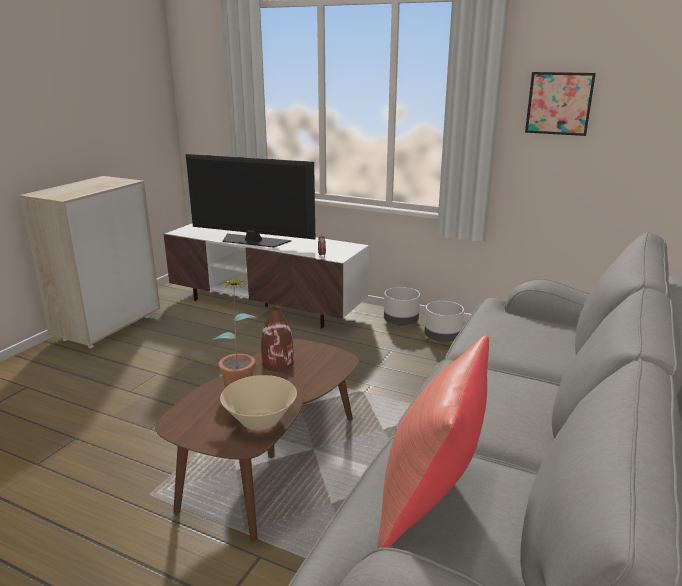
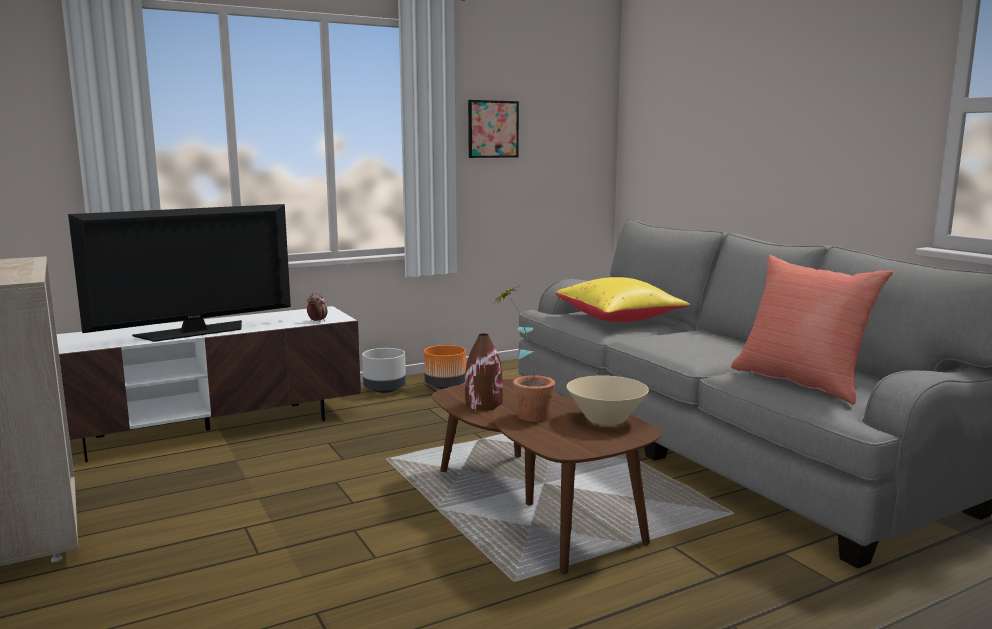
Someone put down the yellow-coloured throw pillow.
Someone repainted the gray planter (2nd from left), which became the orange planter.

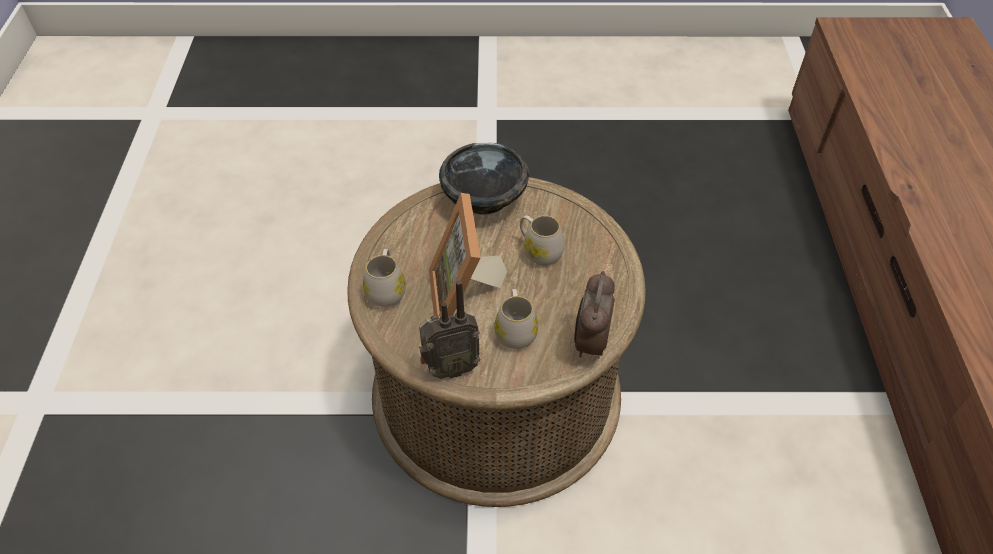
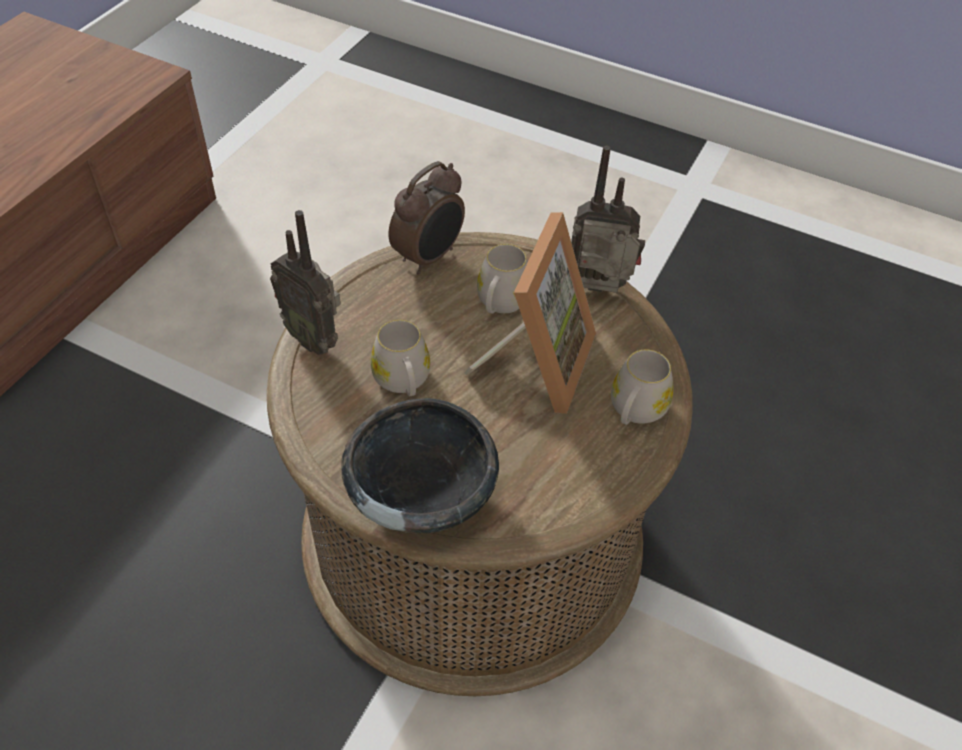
Someone put down the radio (1st from left).

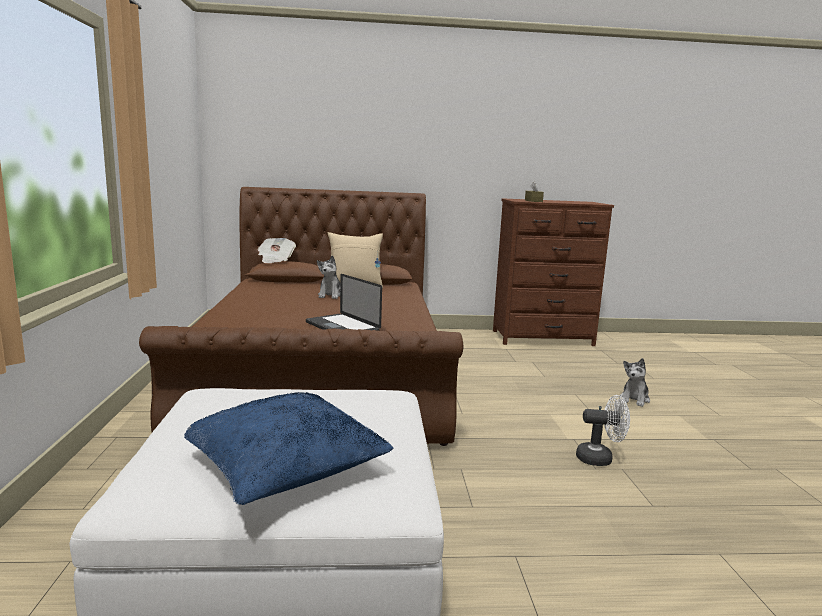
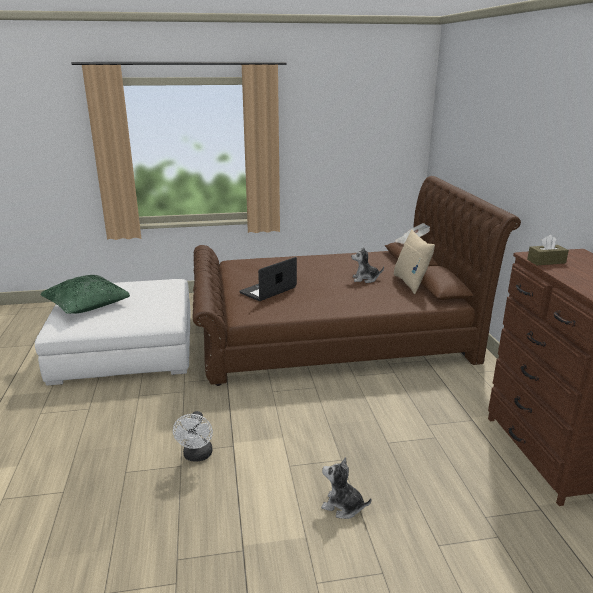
Someone repainted the blue throw pillow, which became the green throw pillow.

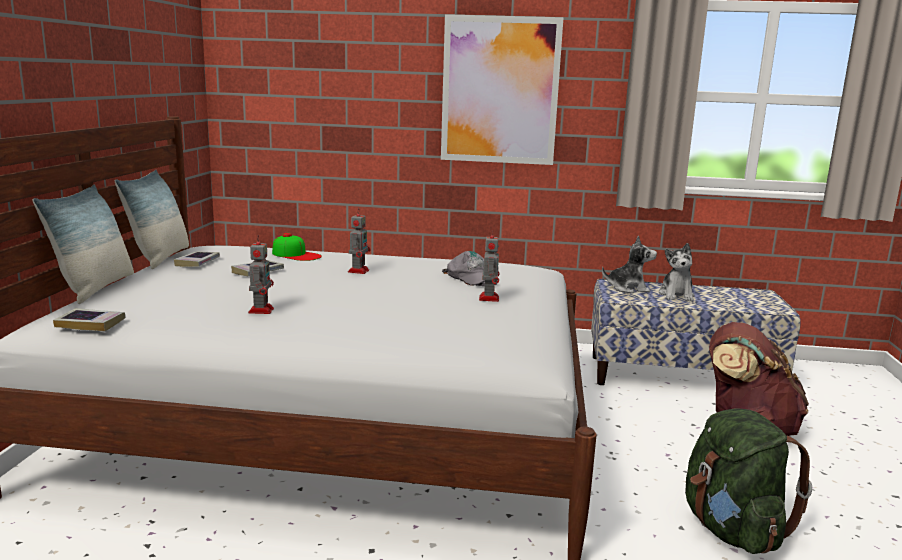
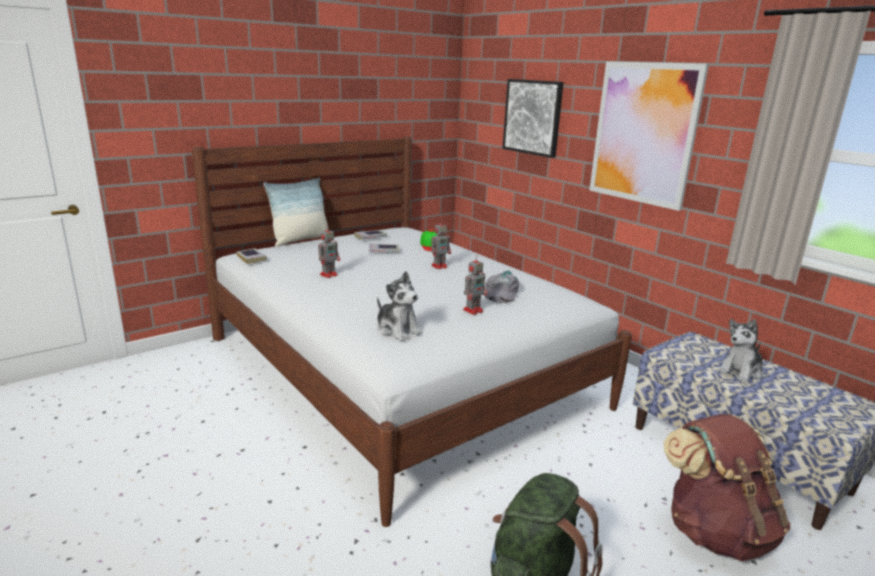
Someone took away the throw pillow (2nd from left).
Someone put up the wall picture (1st from left).
Someone carried the plush toy (1st from left).

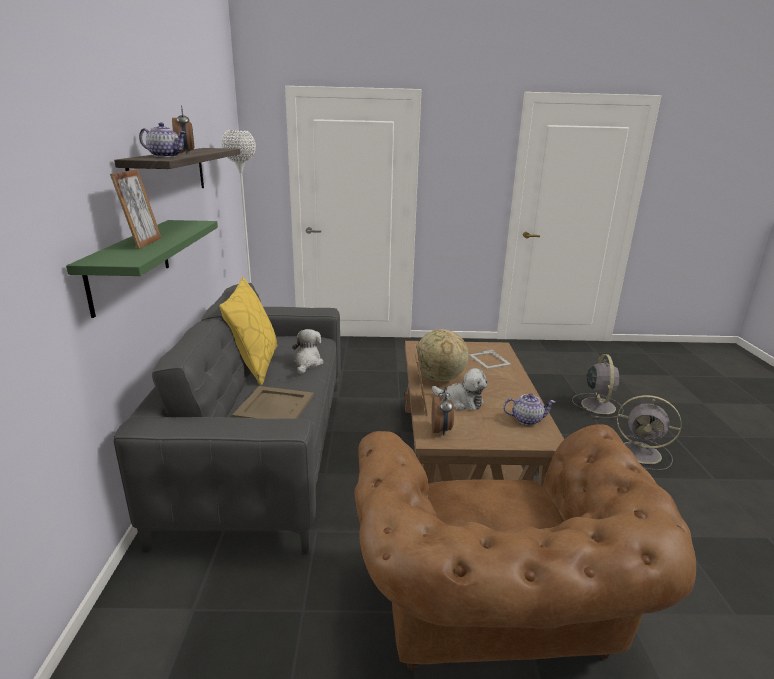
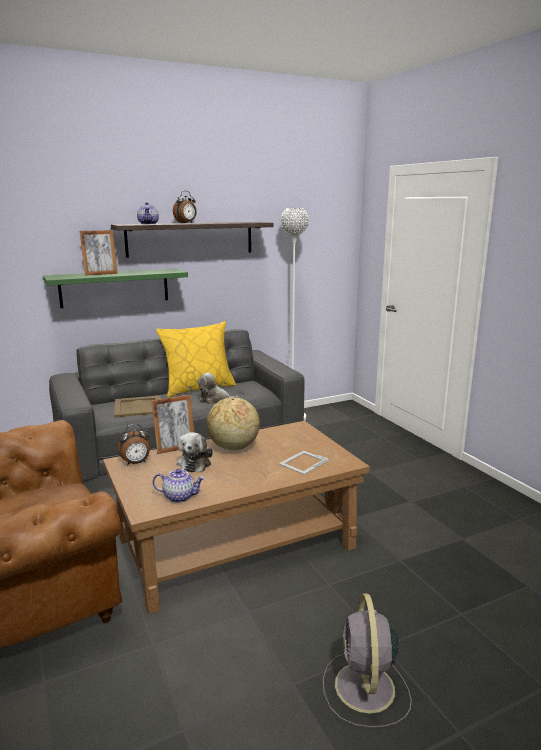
Someone took away the gray fan (1st from left).
Someone rotated the plush toy (1st from left in the first image) by 150 degrees counterclockwise.
Someone rotated the teapot (2nd from left) by 60 degrees counterclockwise.

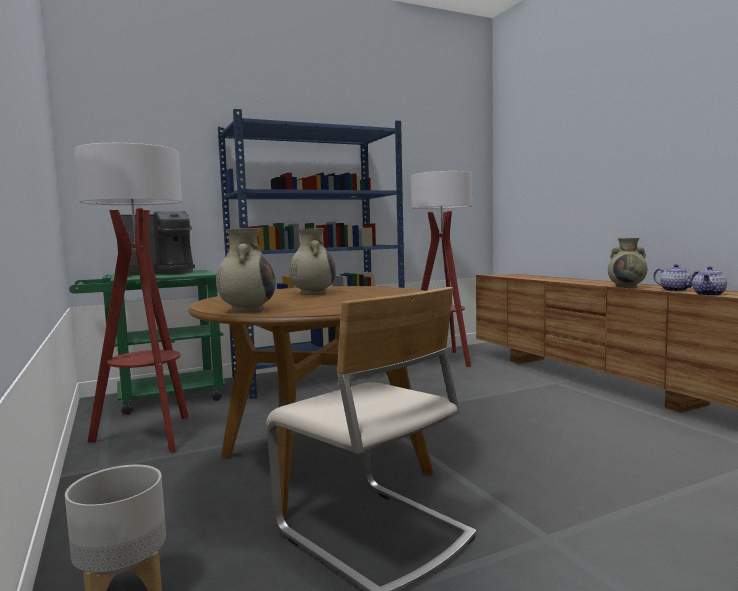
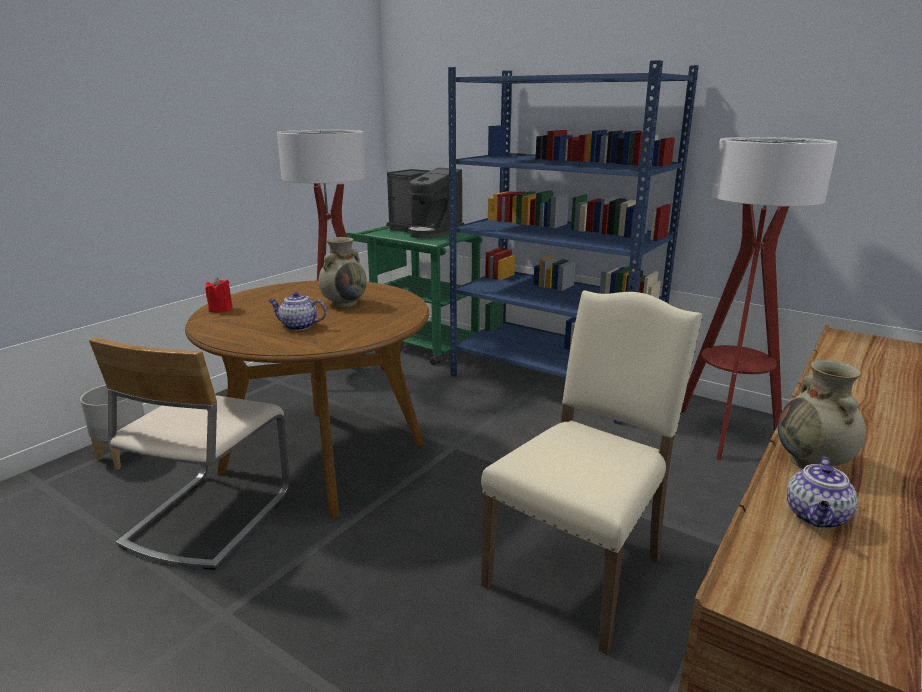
Someone put down the sand-coloured chair (2nd from left).
Someone carried the teapot (2nd from left in the first image).
Someone swapped the sand-coloured decorative vase (1st from left) for the reddish wax candle.

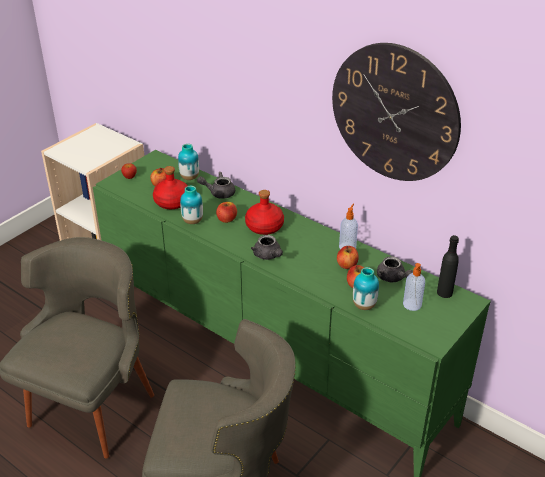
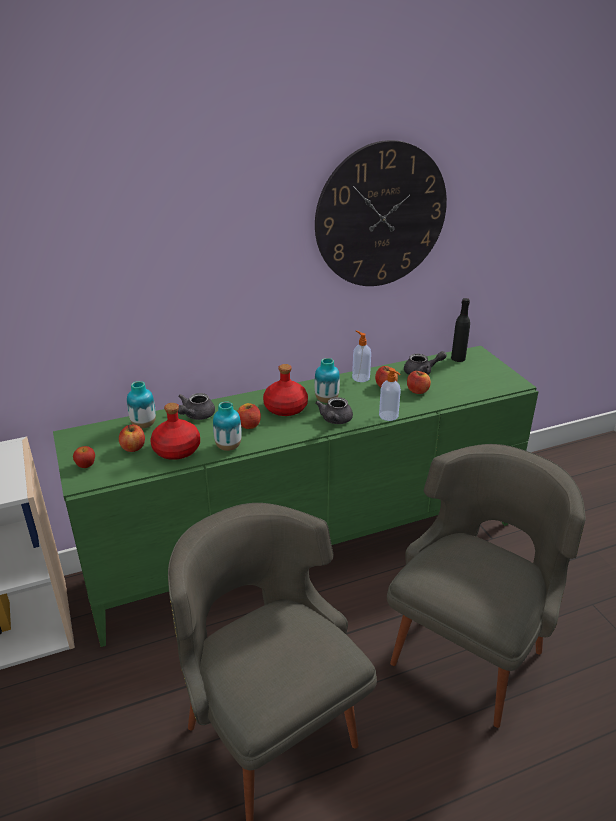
Someone carried the decorative vase (3rd from left).
Someone carried the liquid soap bottle (2nd from left).
Someone rotated the gray teapot (2nd from left) by 105 degrees clockwise.

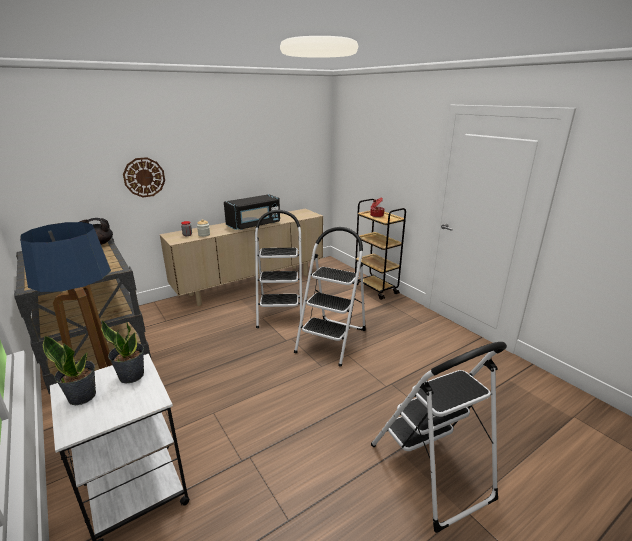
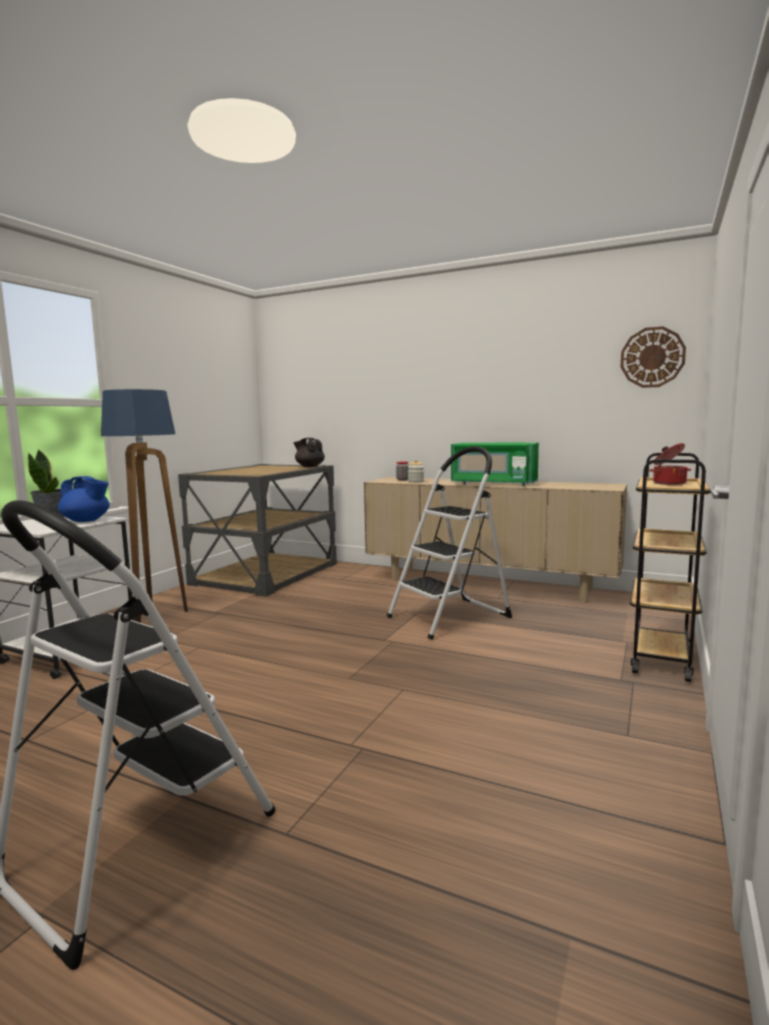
Someone took away the step ladder (2nd from left).
Someone carried the hanging clock.
Someone swapped the houseplant (2nd from left) for the blue teapot.
Someone repainted the black microwave, which became the green microwave.

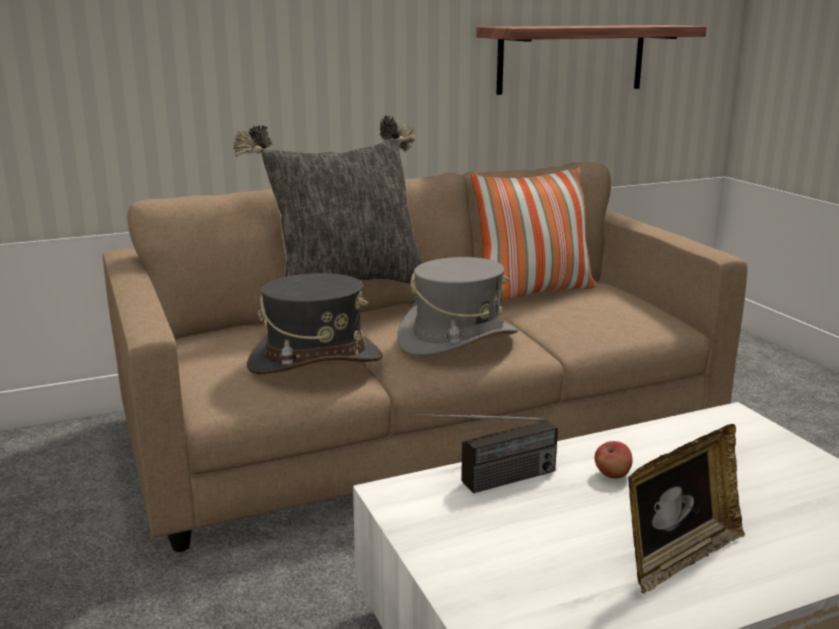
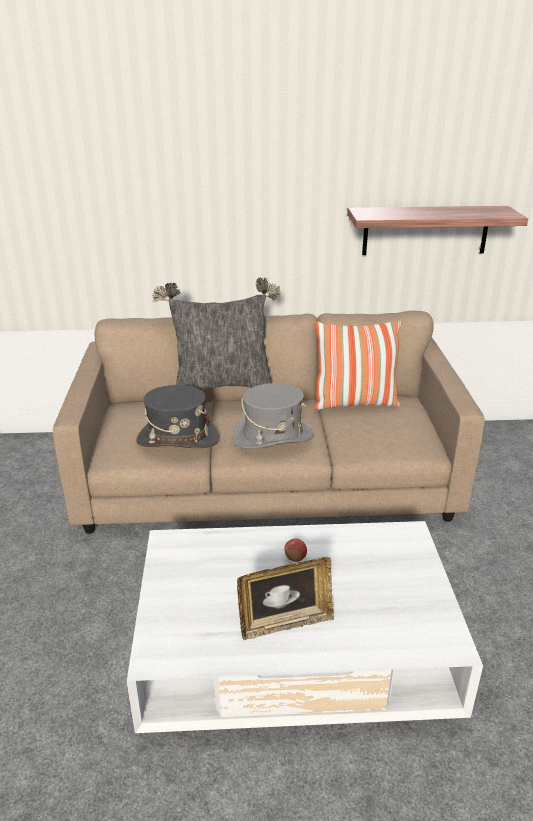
Someone took away the radio.

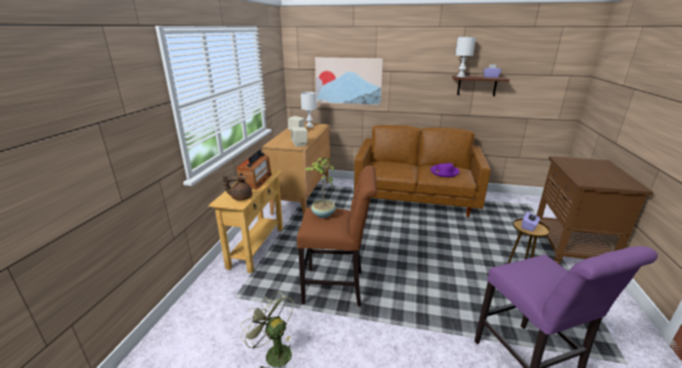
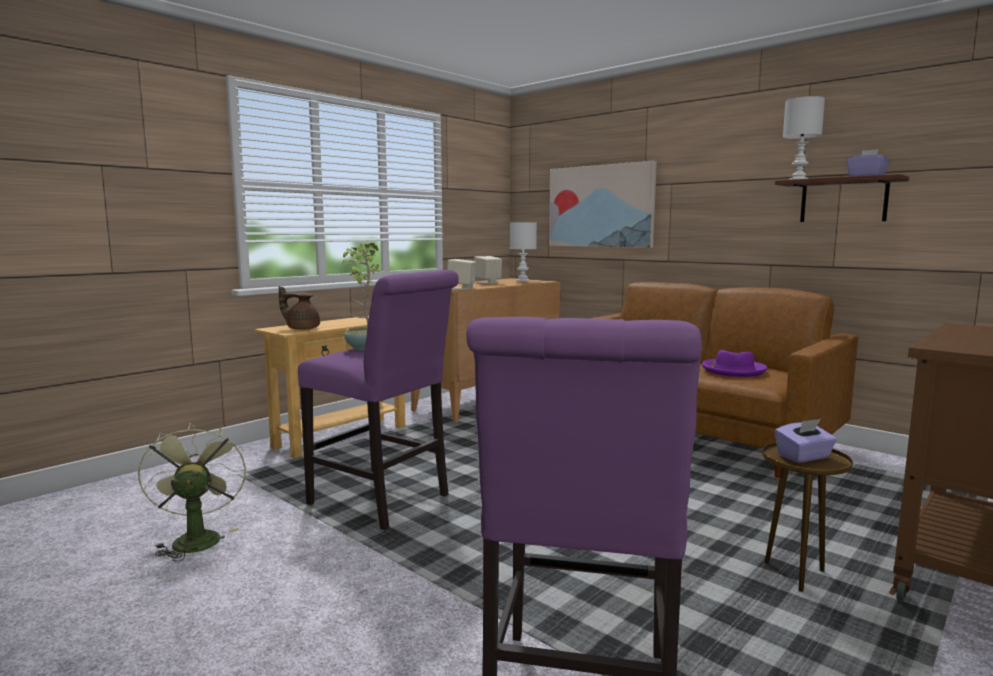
Someone took away the radio.
Someone repainted the brown stool seat, which became the purple-coloured stool seat (1st from left).

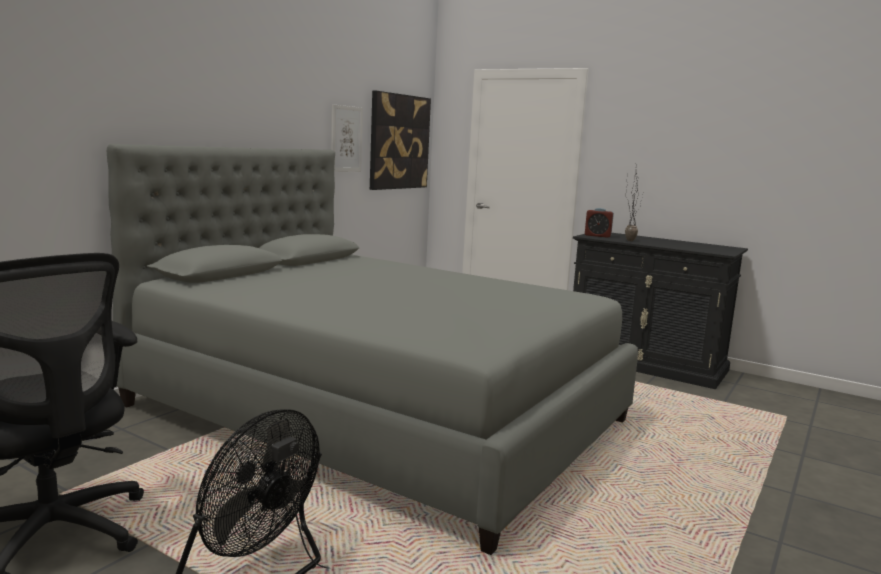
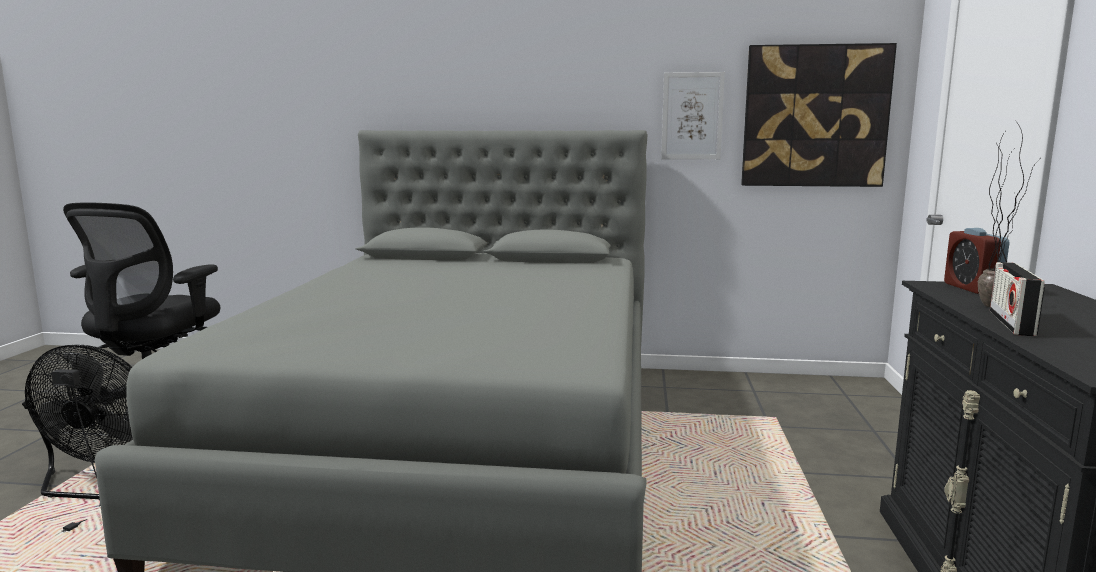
Someone put down the radio.

